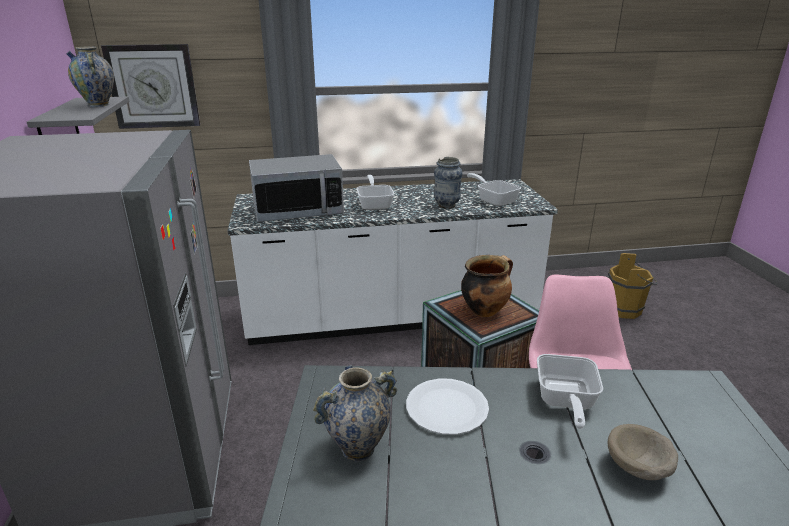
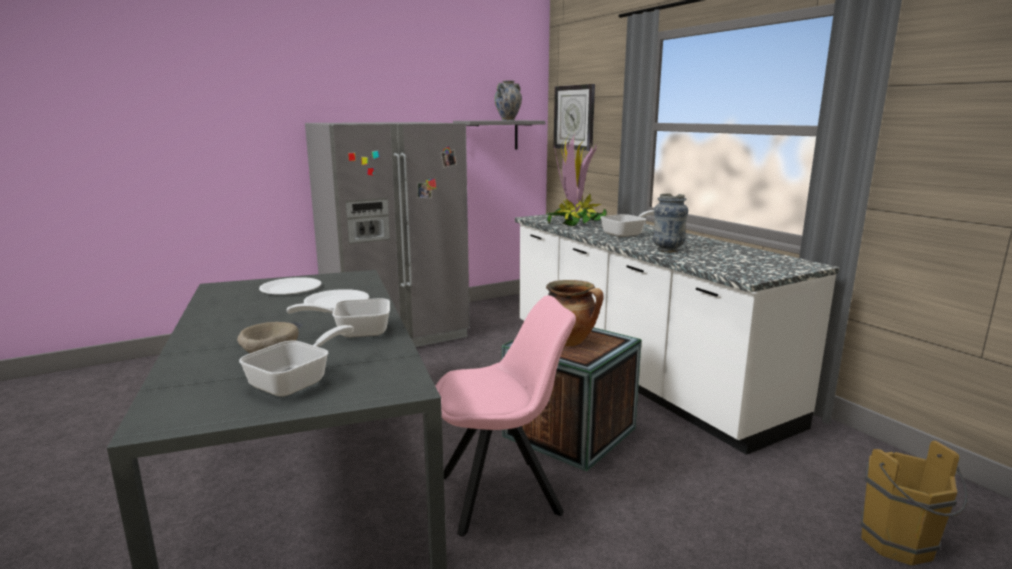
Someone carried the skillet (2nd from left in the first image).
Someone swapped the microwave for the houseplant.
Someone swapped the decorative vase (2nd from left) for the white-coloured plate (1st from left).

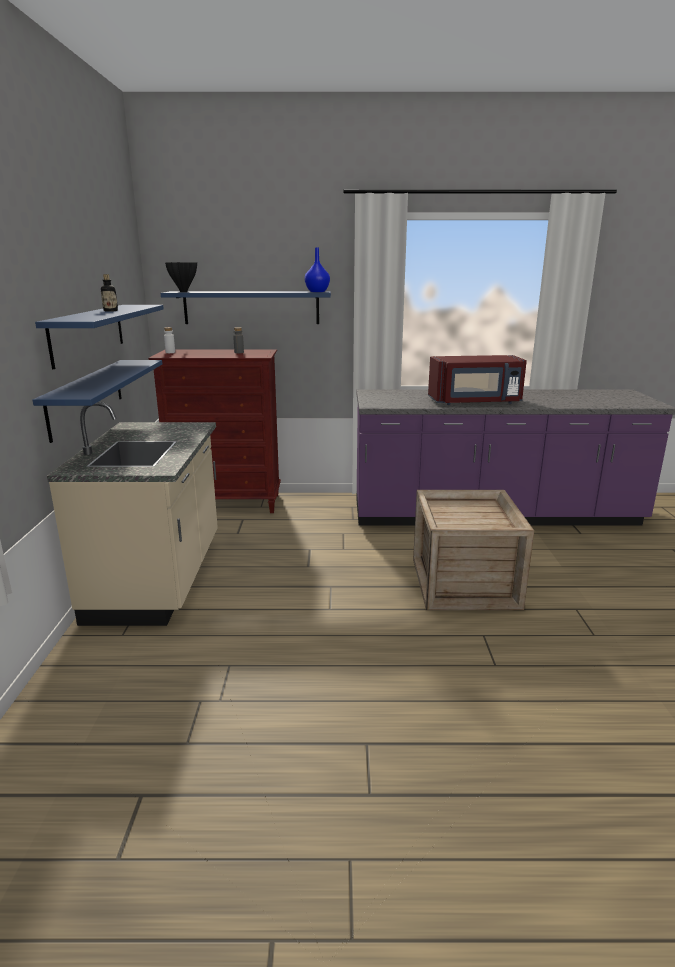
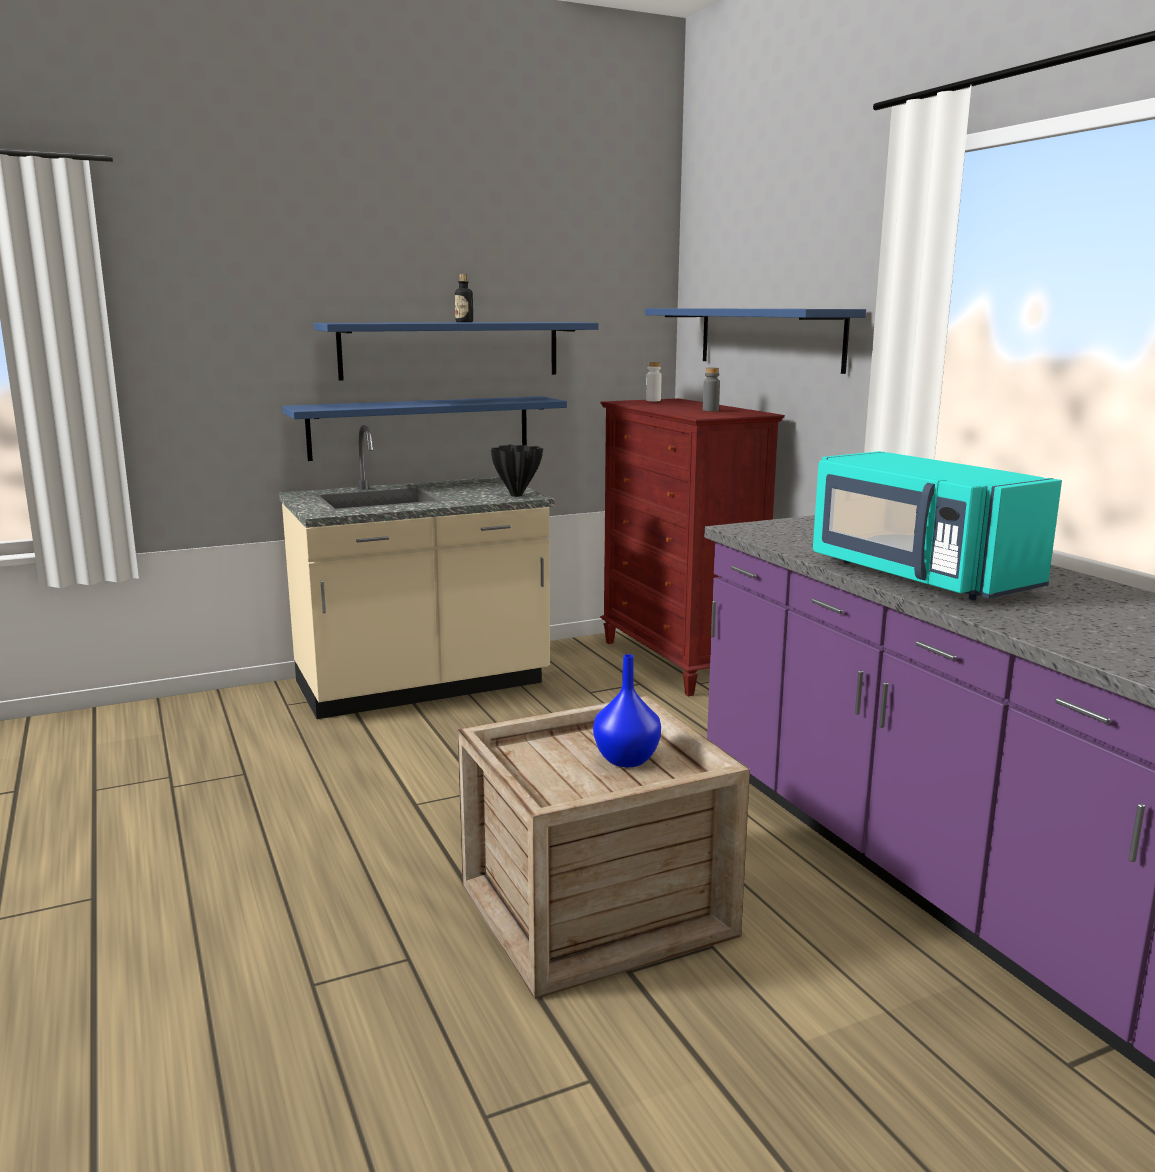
Someone carried the black decorative vase.
Someone carried the blue decorative vase.
Someone repainted the reddish microwave, which became the blue-green microwave.

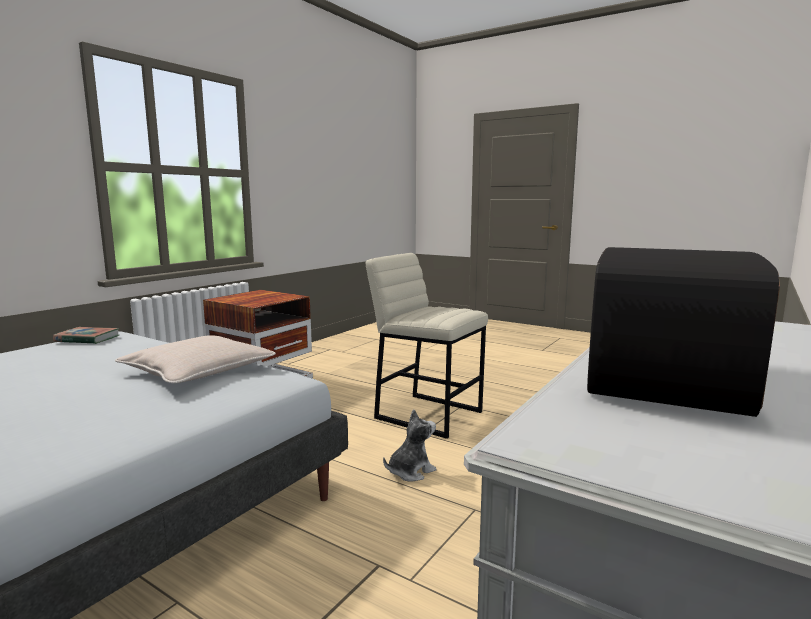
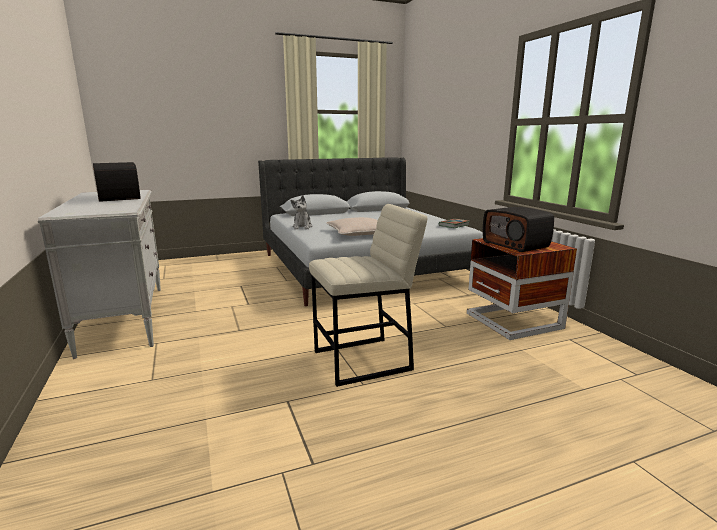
Someone put down the radio (2nd from left).
Someone carried the plush toy.

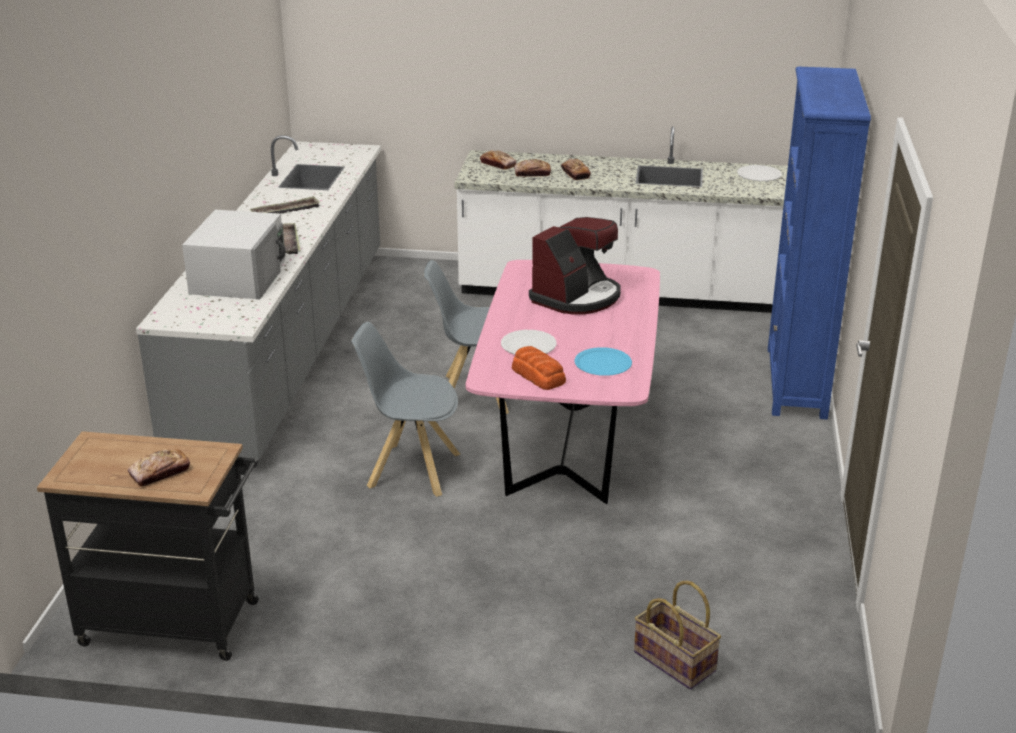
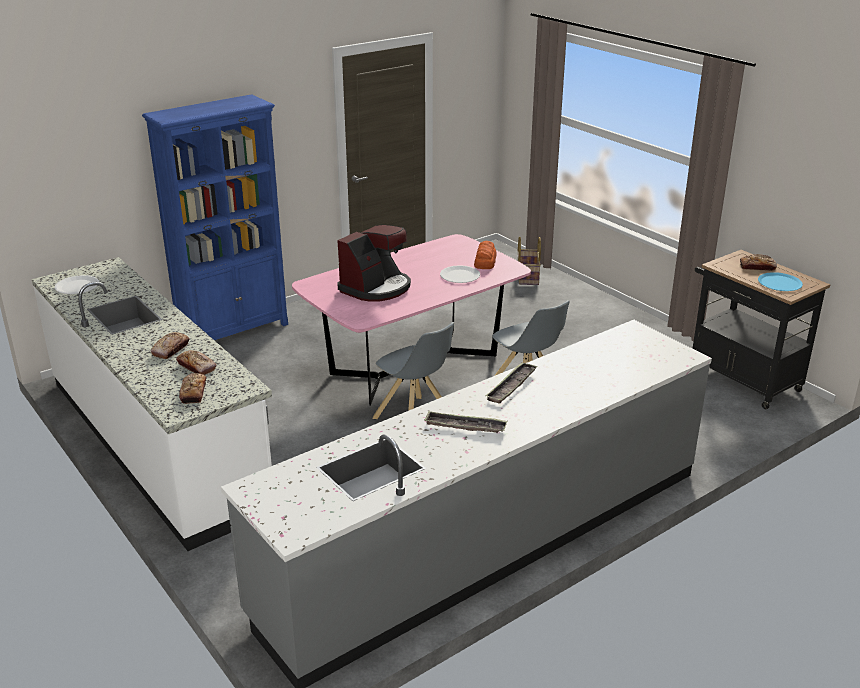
Someone took away the white-coloured microwave.
Someone carried the blue plate.
Someone rotated the coffee machine by 135 degrees clockwise.

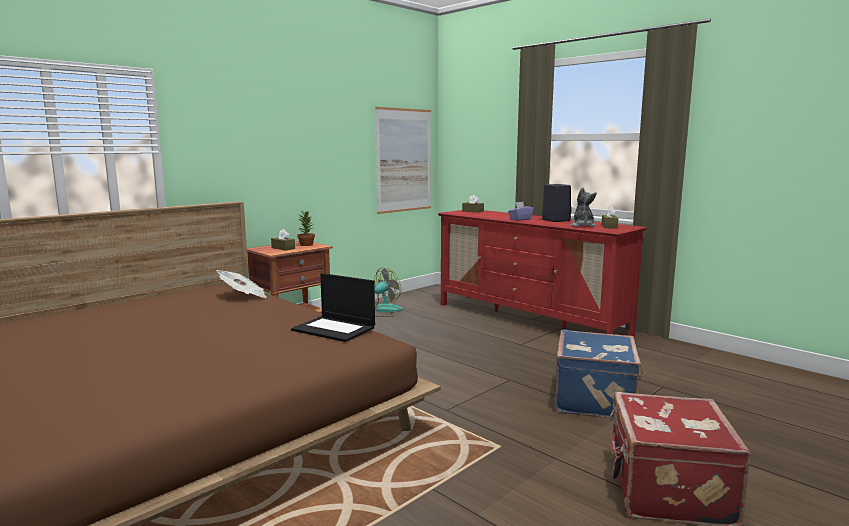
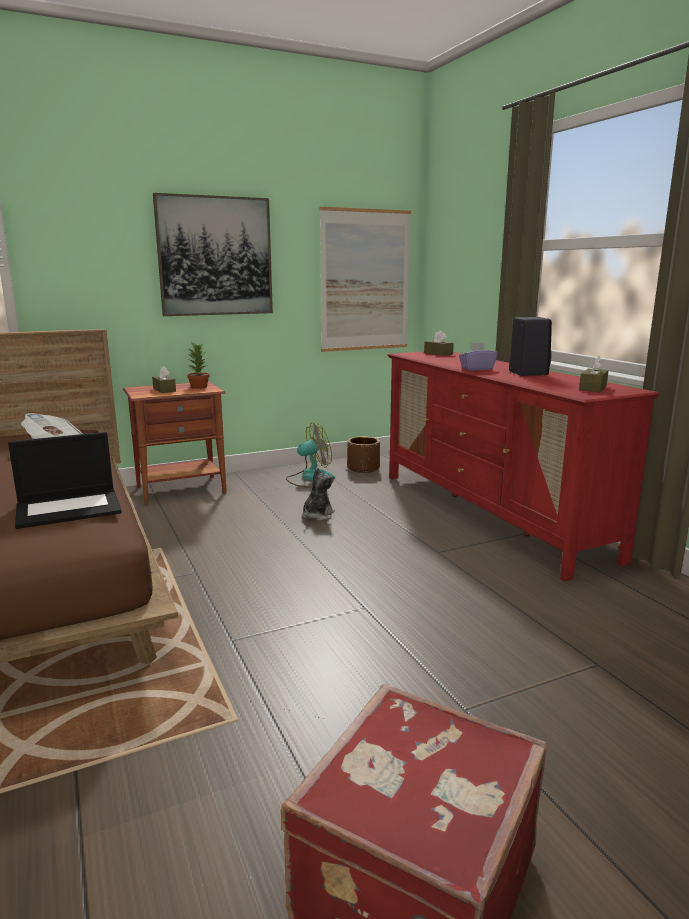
Someone took away the blue piece of luggage.
Someone put up the wall picture (1st from left).
Someone put down the brown planter.
Someone carried the plush toy.
Someone rotated the laptop by 75 degrees counterclockwise.

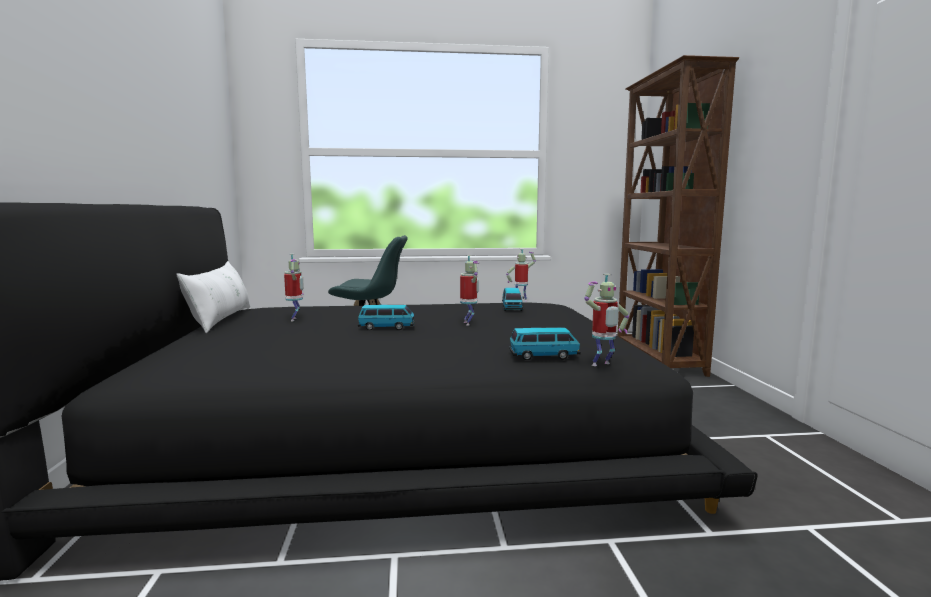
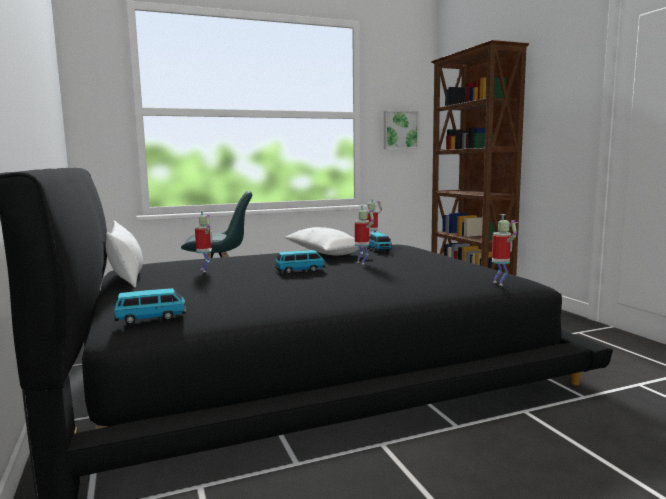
Someone put down the white-coloured throw pillow (2nd from left).
Someone put up the wall picture.
Someone carried the miniature car (3rd from left in the first image).
Someone rotated the model robot (4th from left) by 60 degrees counterclockwise.

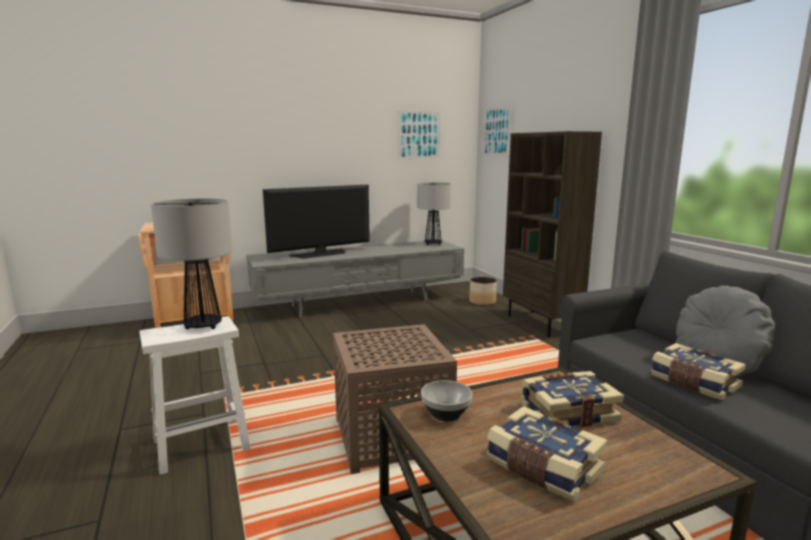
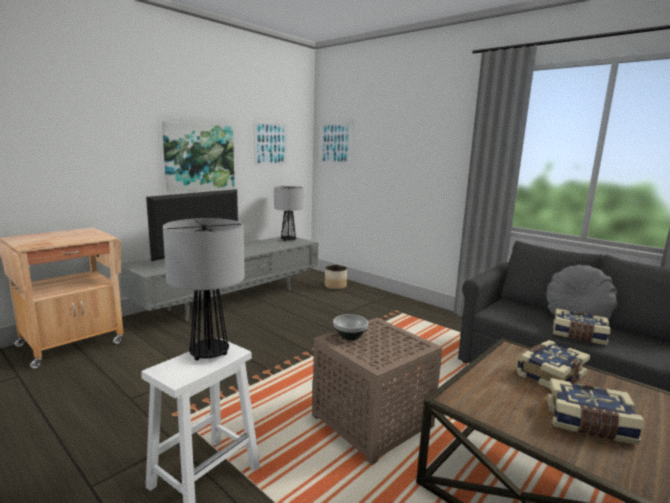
Someone took away the brown bookshelf.
Someone put up the wall picture (1st from left).
Someone carried the deep dish.

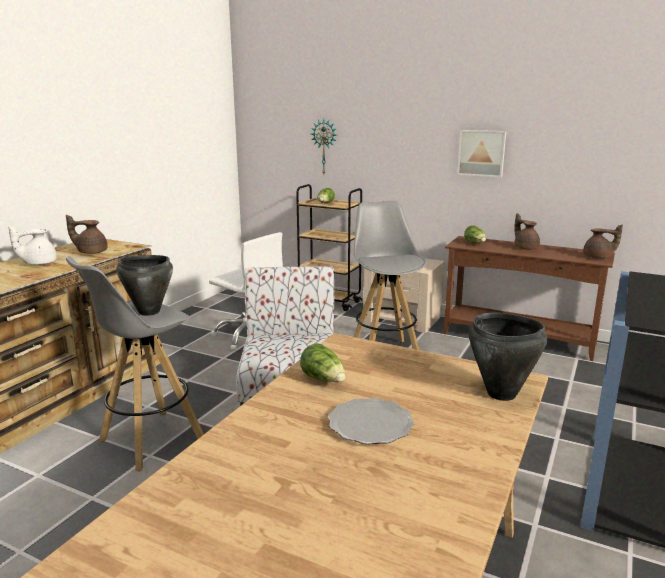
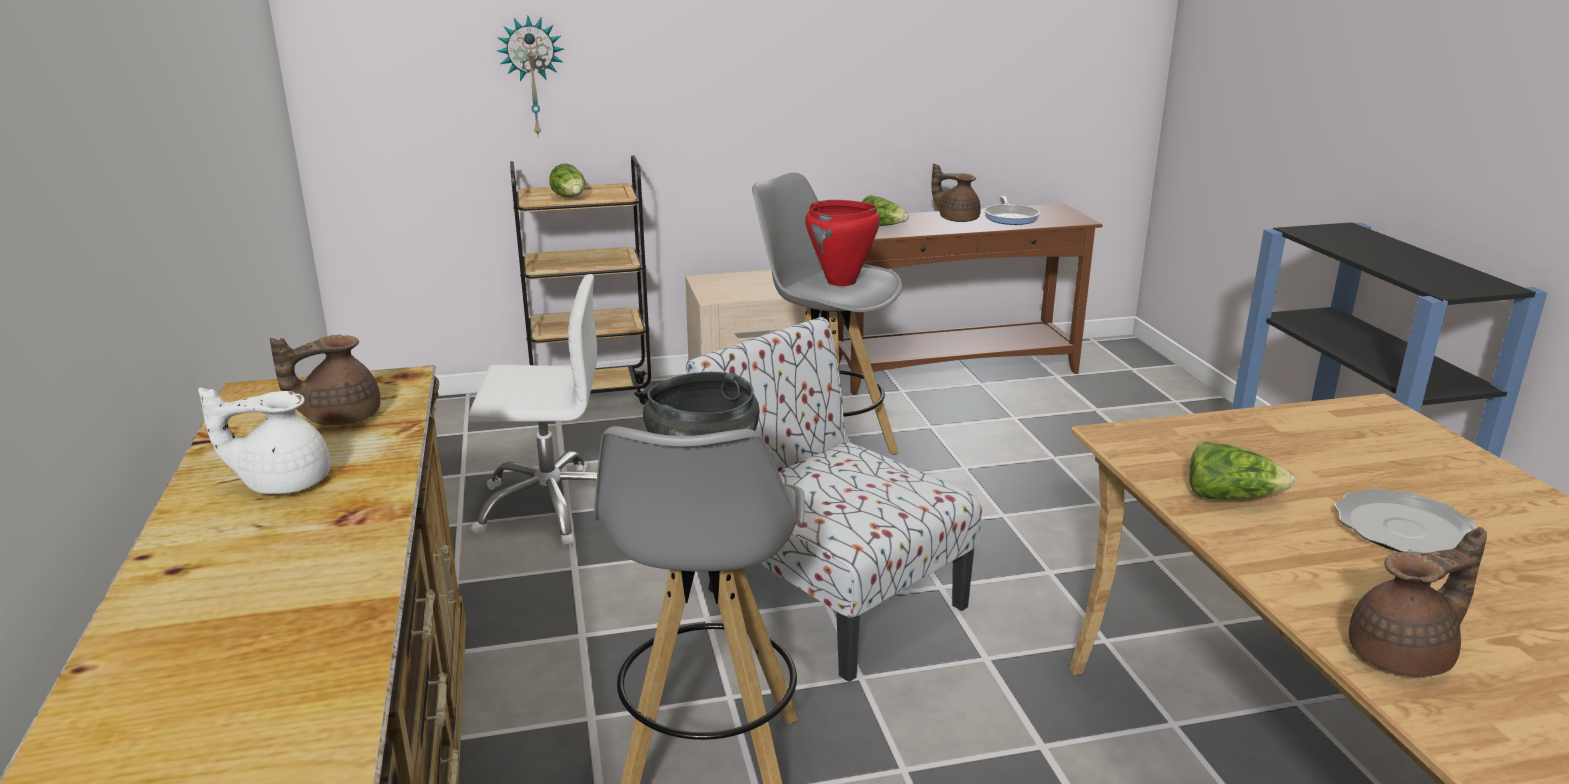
Someone took away the wall picture.
Someone took away the black cooking pot (2nd from left).
Someone put down the reddish cooking pot.
Someone put down the skillet.
Someone carried the brown teapot (3rd from left).
Someone rotated the white-coloured teapot by 60 degrees clockwise.

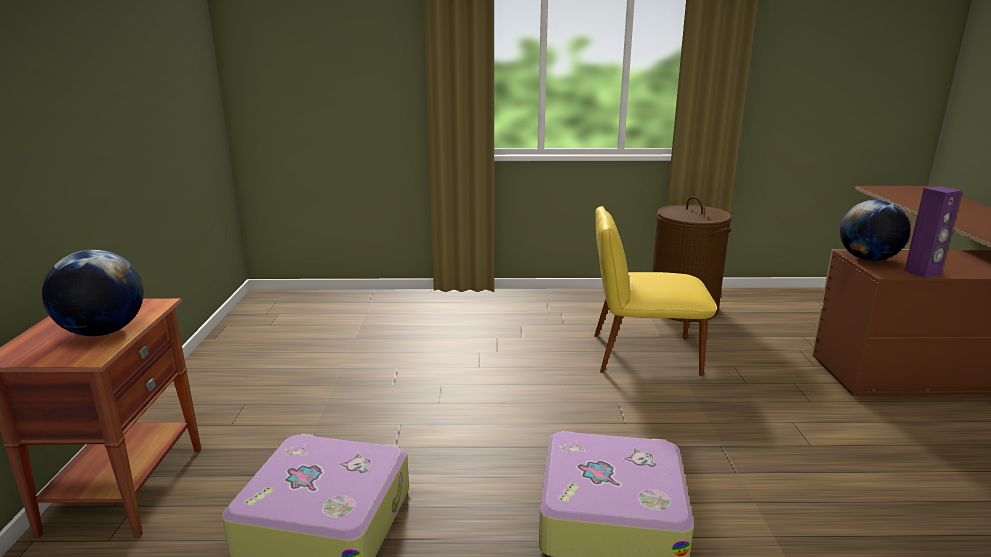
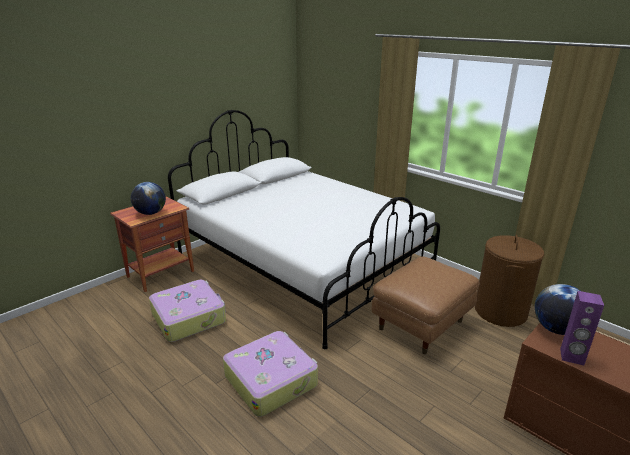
Someone put down the white-coloured bed.
Someone swapped the yellow-coloured chair for the brown pouffe.

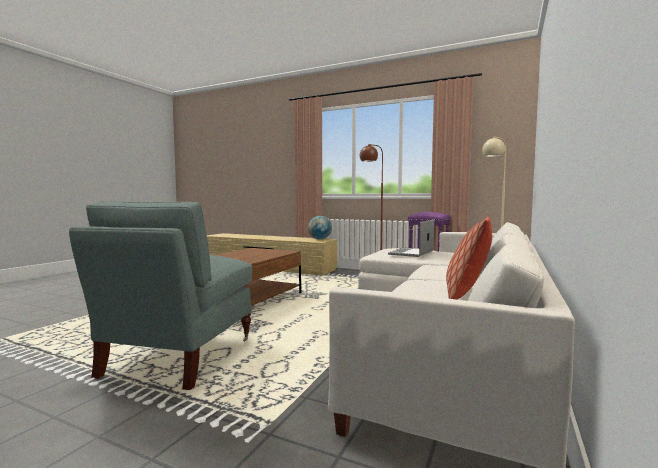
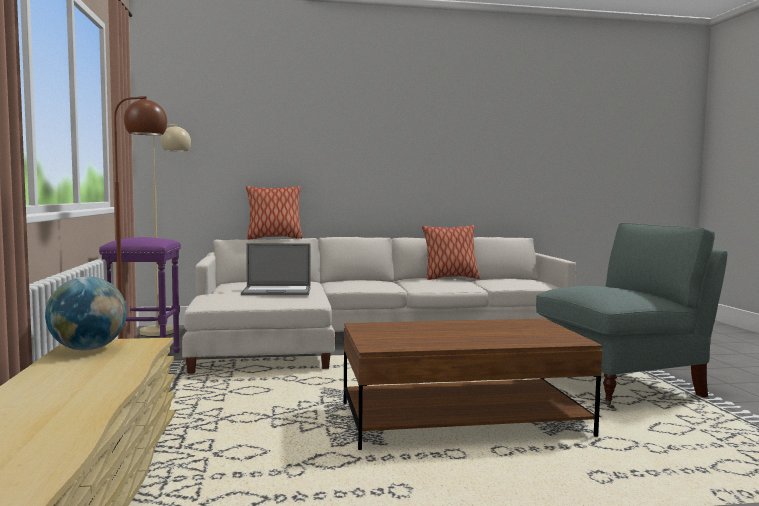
Someone put down the throw pillow (1st from left).

